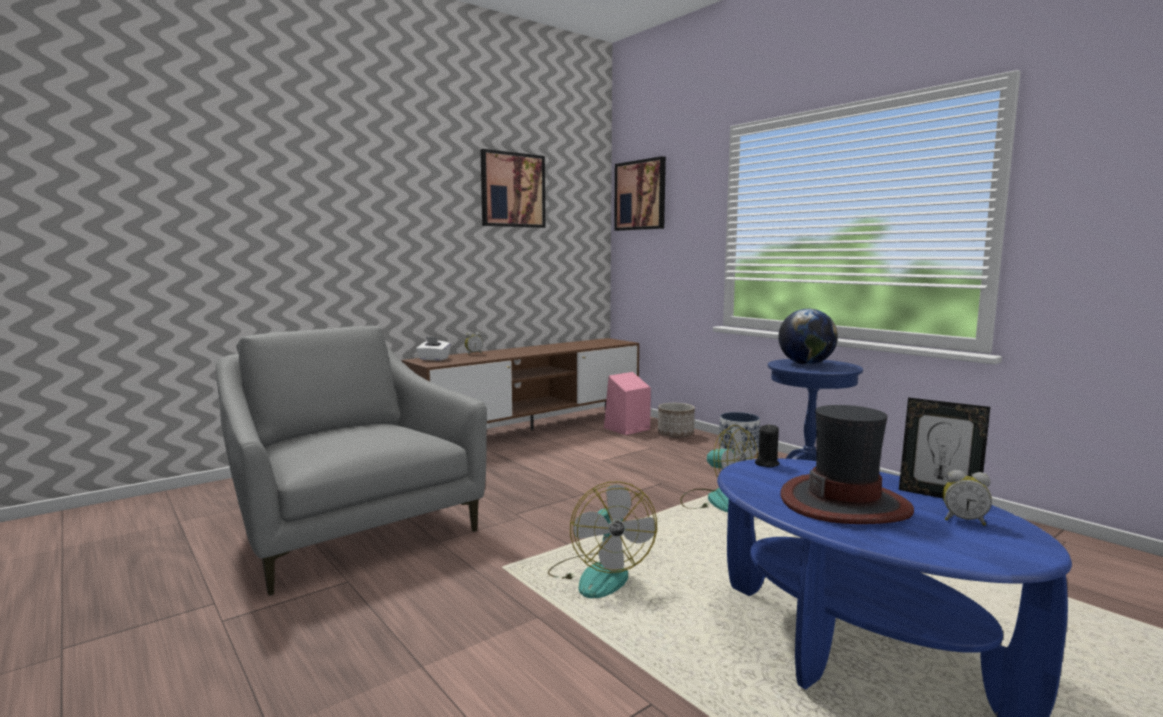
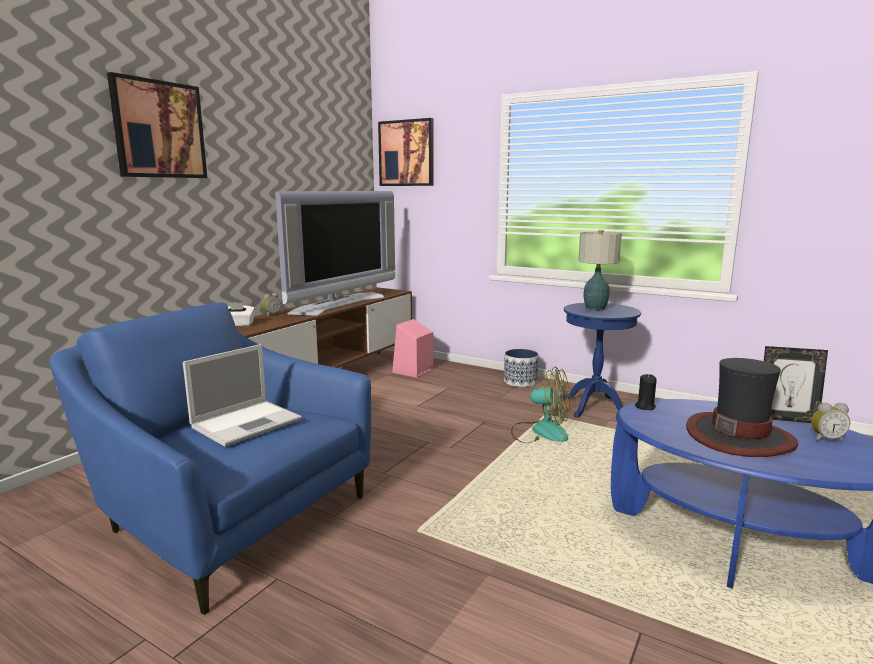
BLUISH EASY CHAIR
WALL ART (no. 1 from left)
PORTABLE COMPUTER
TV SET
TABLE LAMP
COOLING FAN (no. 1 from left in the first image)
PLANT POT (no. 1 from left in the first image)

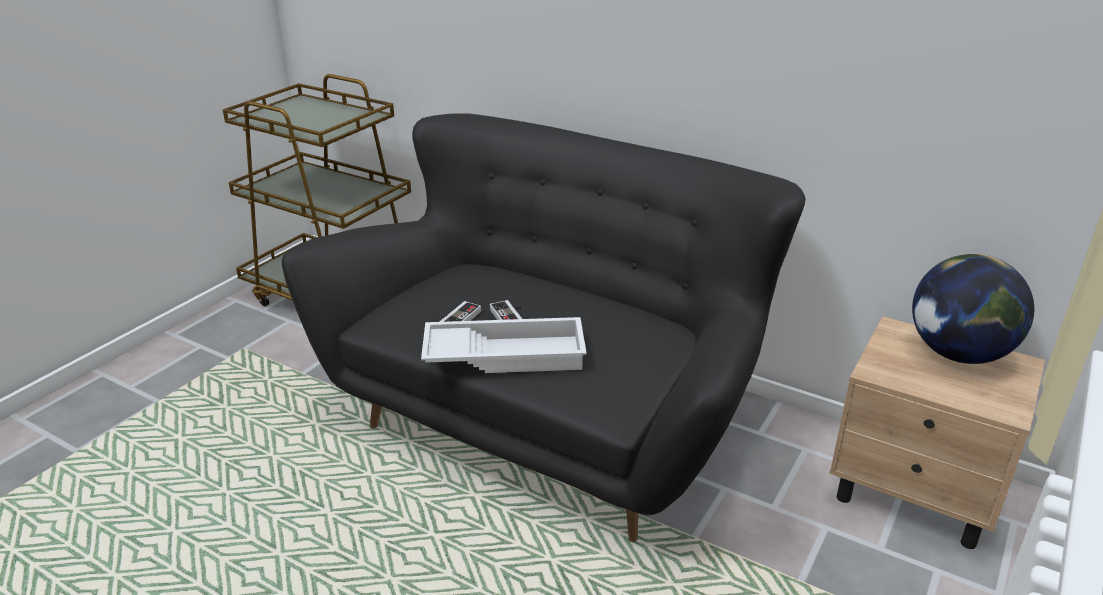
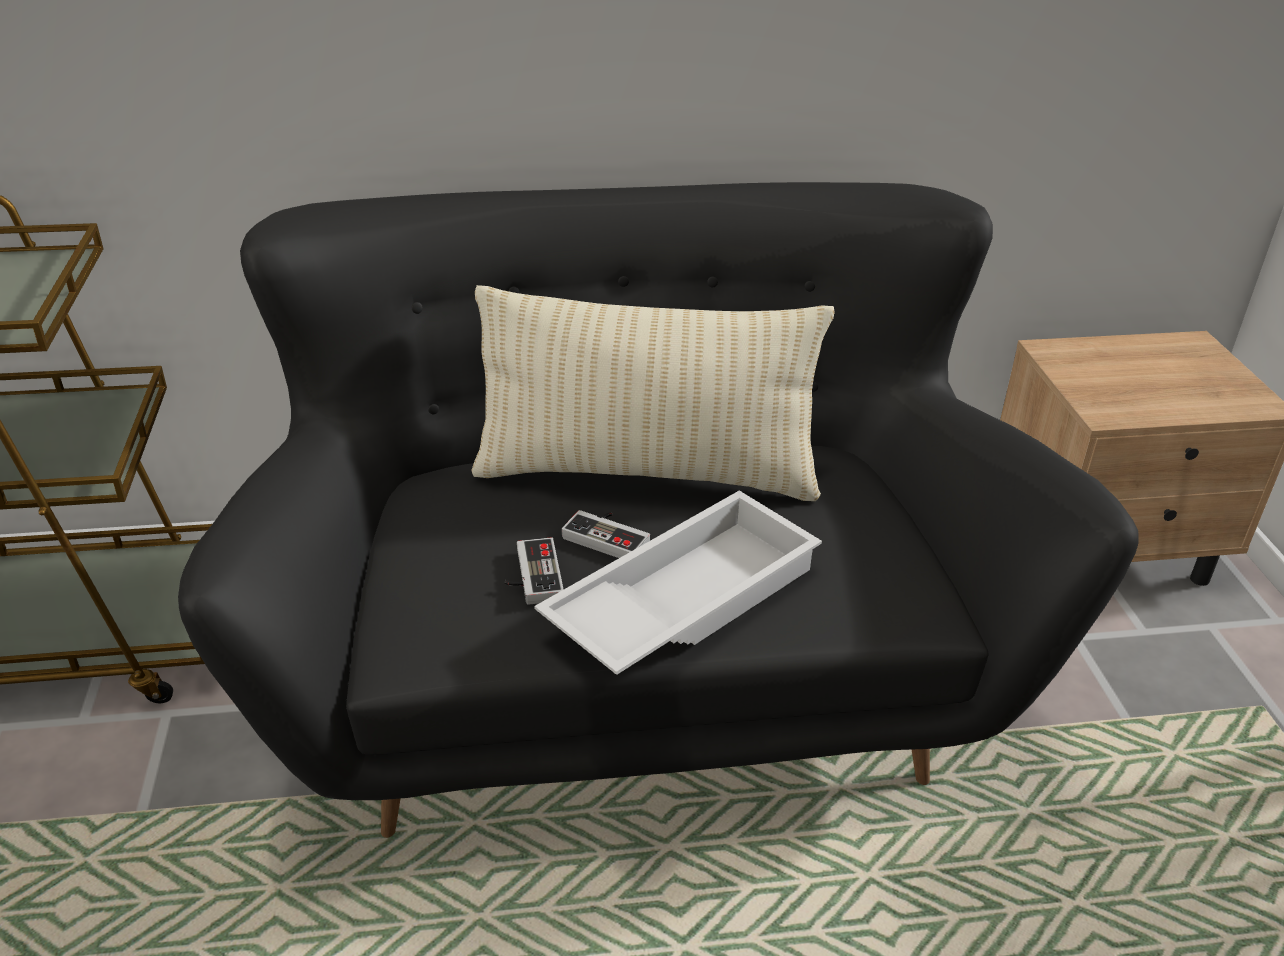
BEIGE PILLOW
WORLD GLOBE

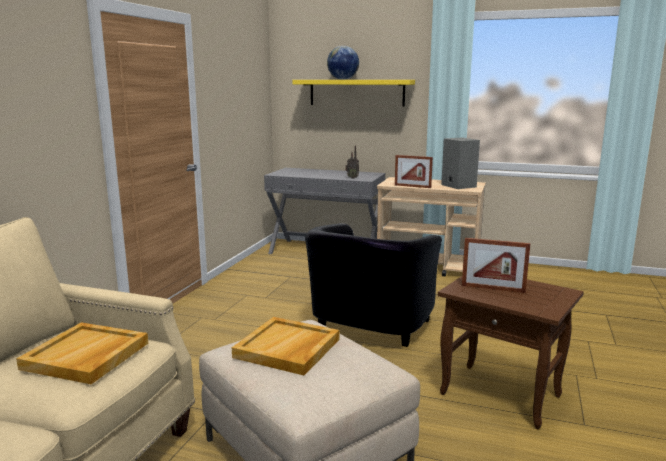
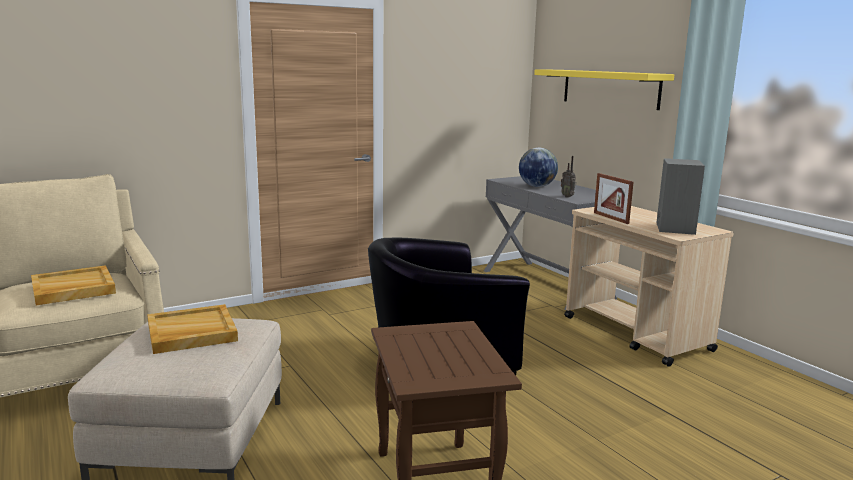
WORLD GLOBE
STANDING FRAME (no. 2 from left in the first image)

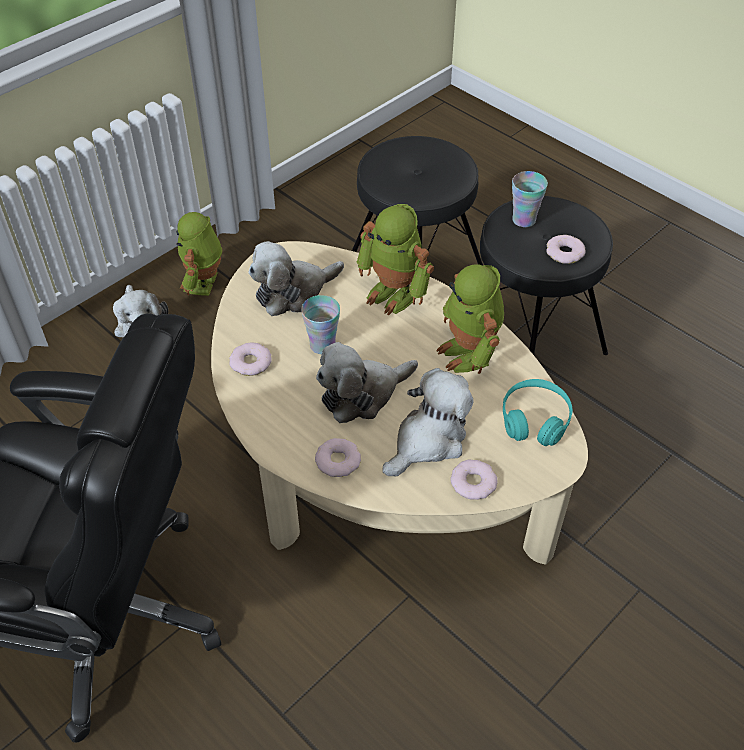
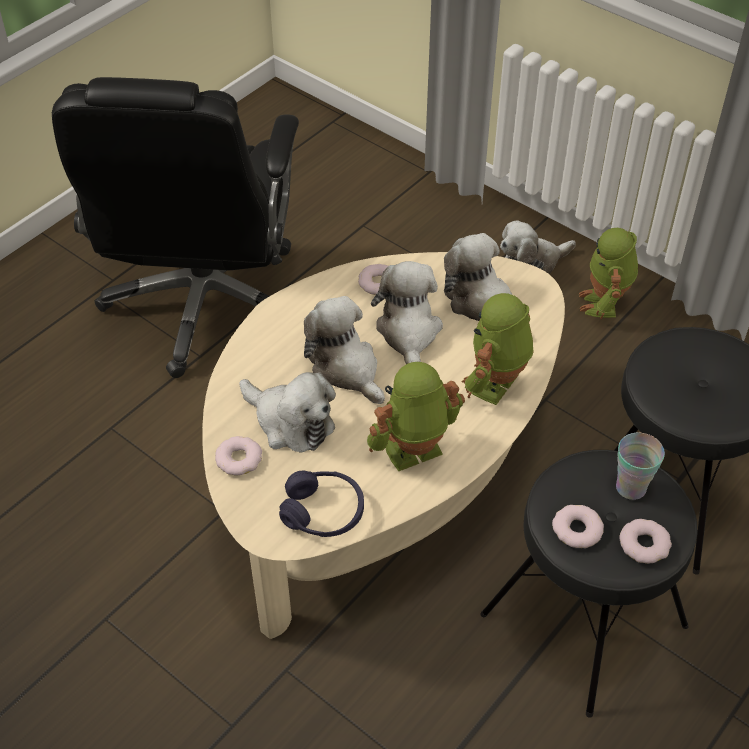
PURPLE-COLOURED HEADSET
PLUSH TOY (no. 3 from left)
ROBOT FIGURE (no. 3 from left)
RING DOUGHNUT (no. 4 from left)

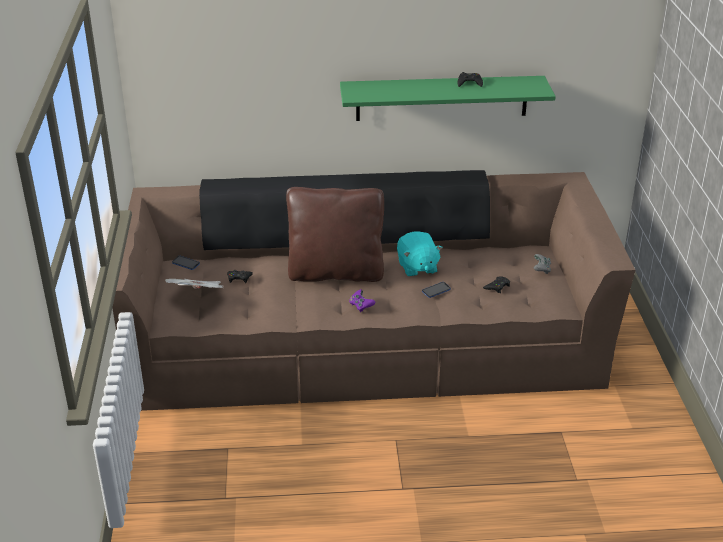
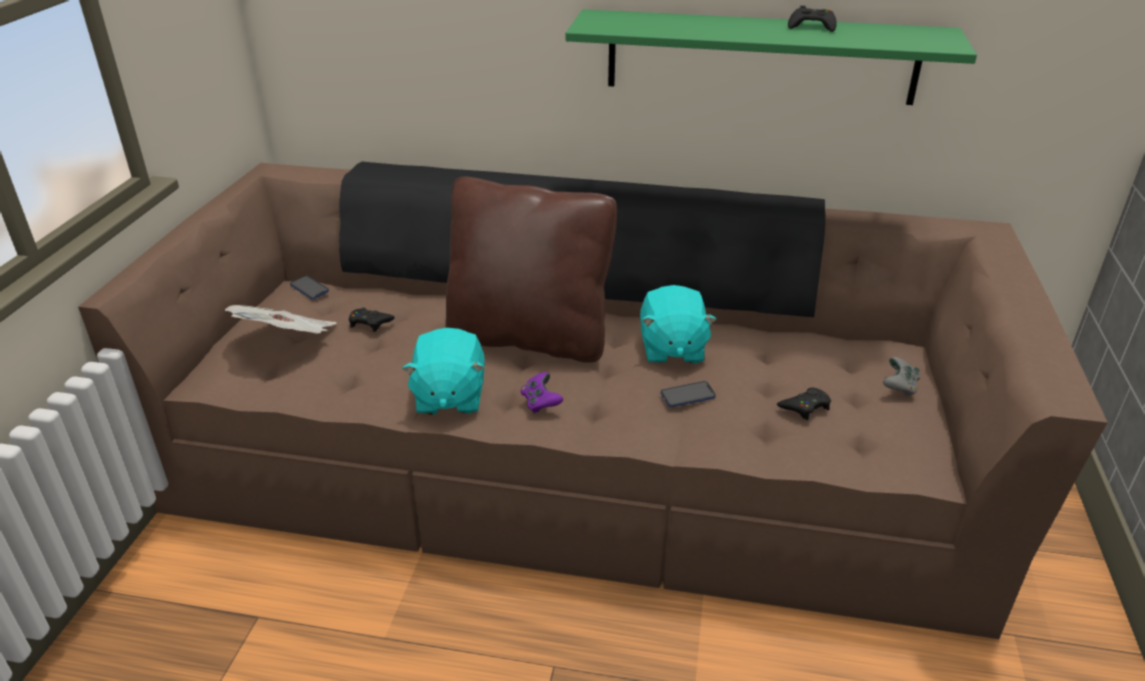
BLUE-GREEN PLUSH TOY (no. 1 from left)

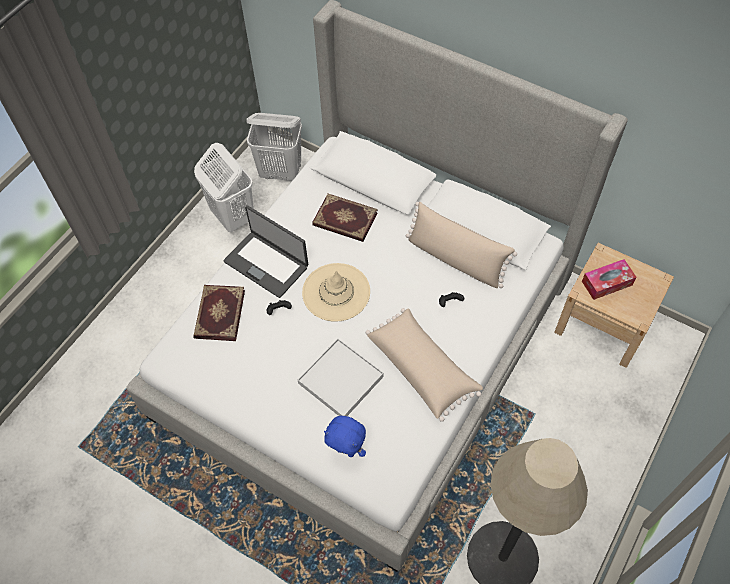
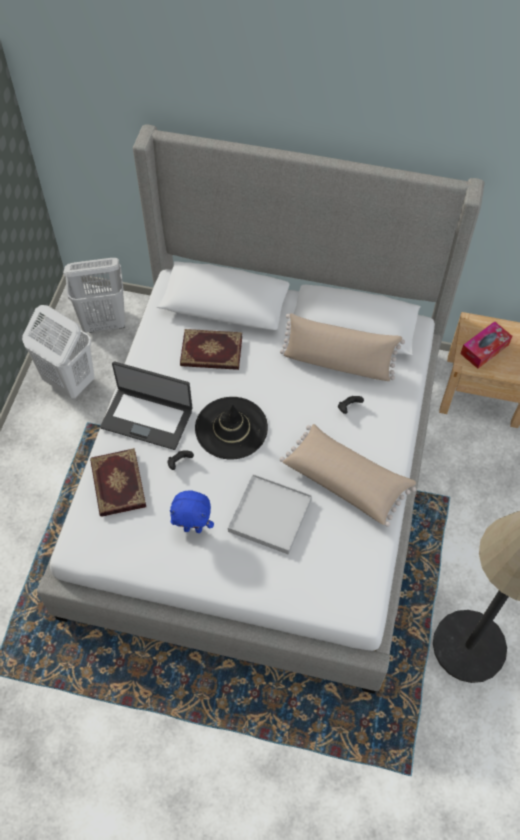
BLUISH PLUSH TOY
BLACKISH CLOTHING HAT

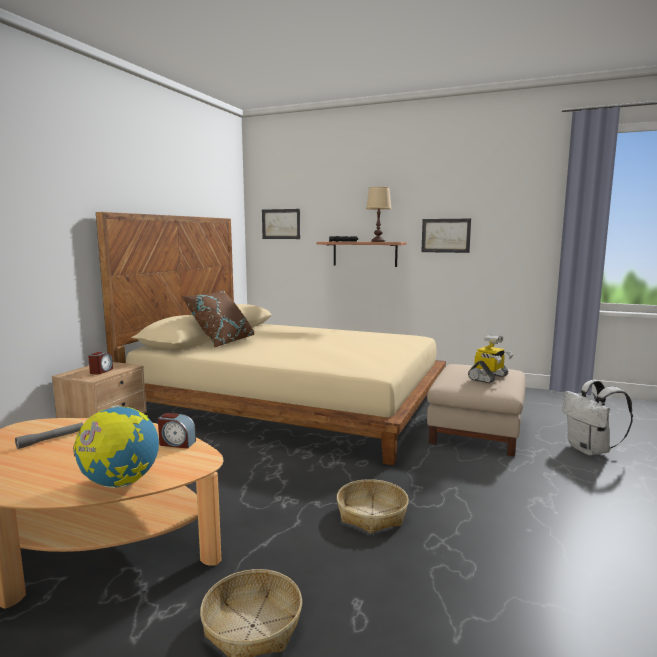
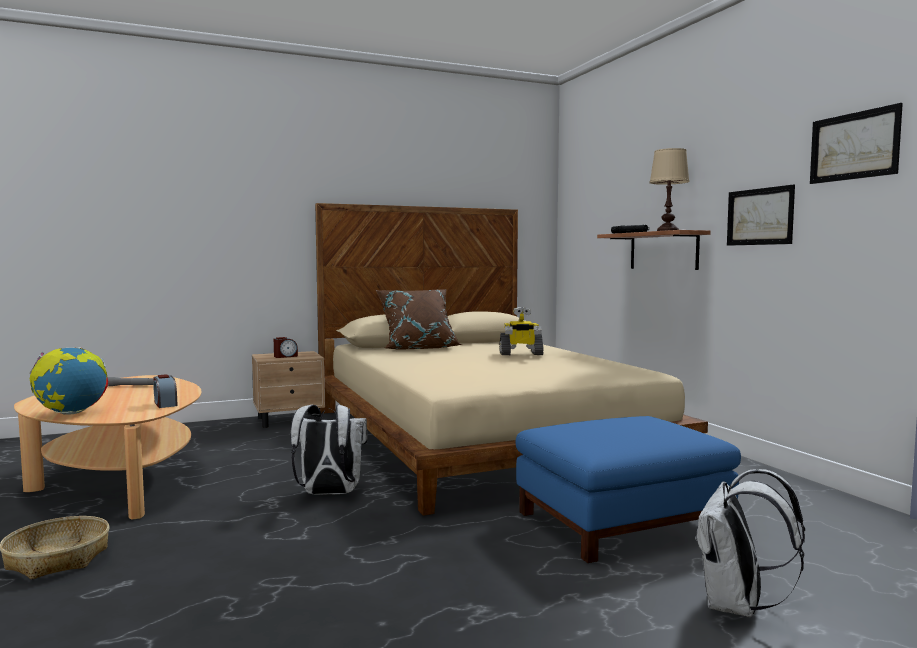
WHITE BACKPACK (no. 1 from left)
ROBOT FIGURE
BLUISH POUFFE
WALL ART (no. 2 from left)
STORAGE BASKET (no. 2 from left in the first image)

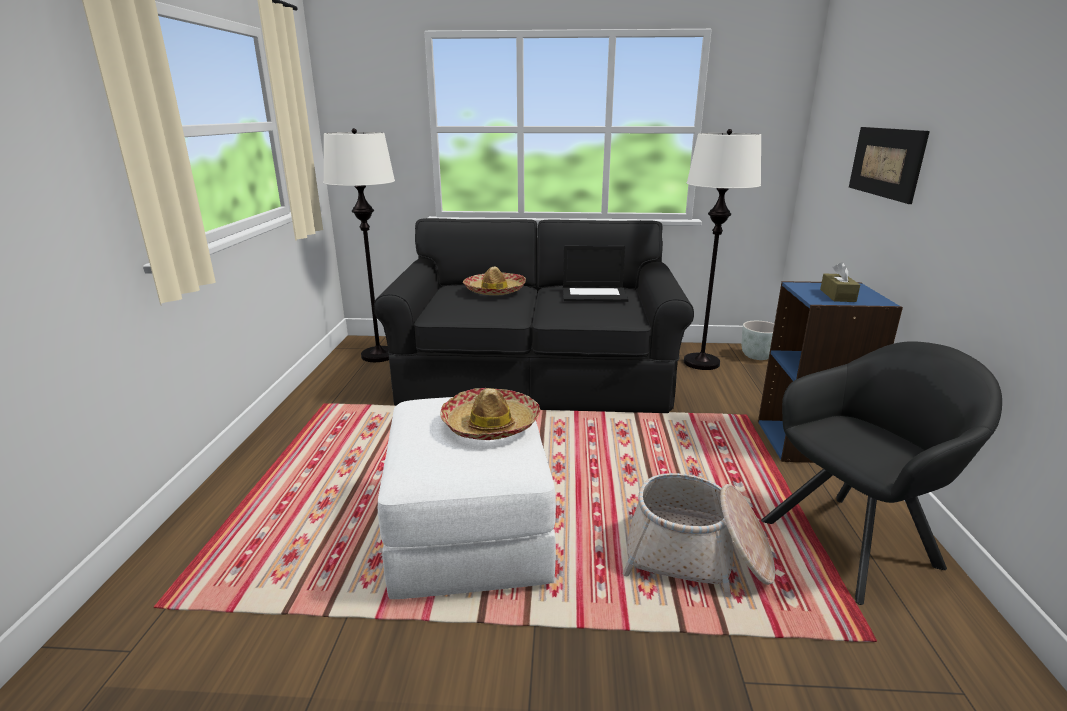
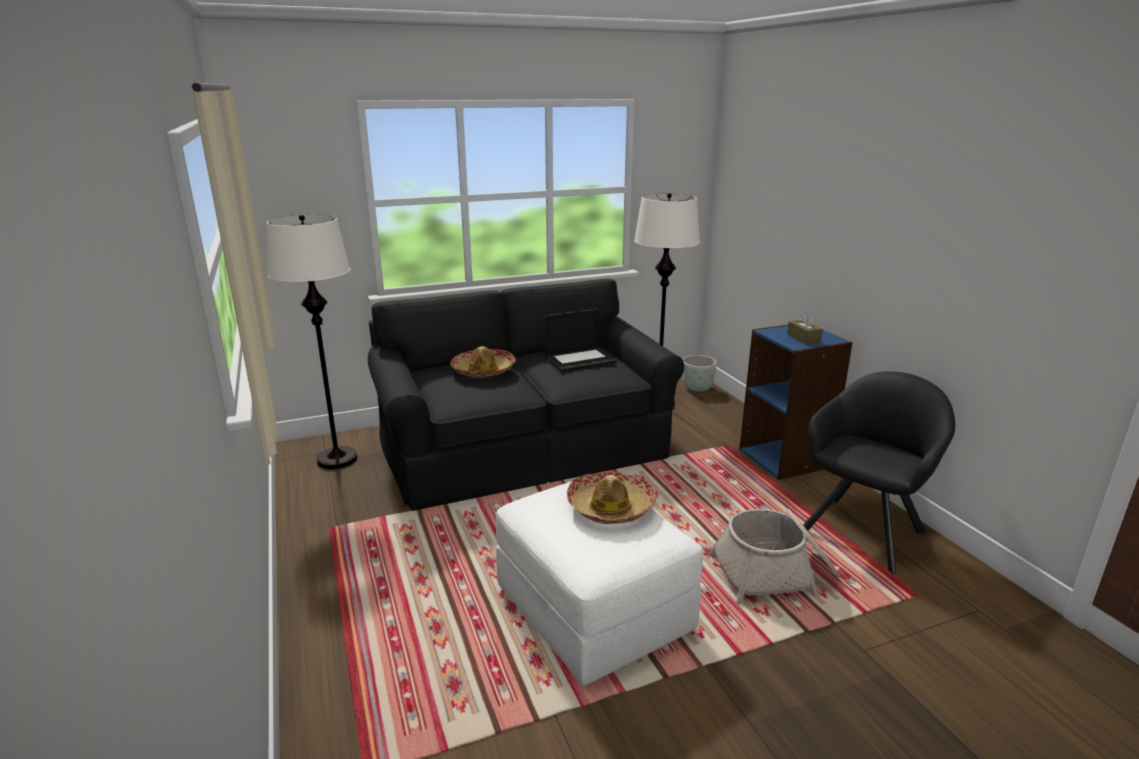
WALL ART

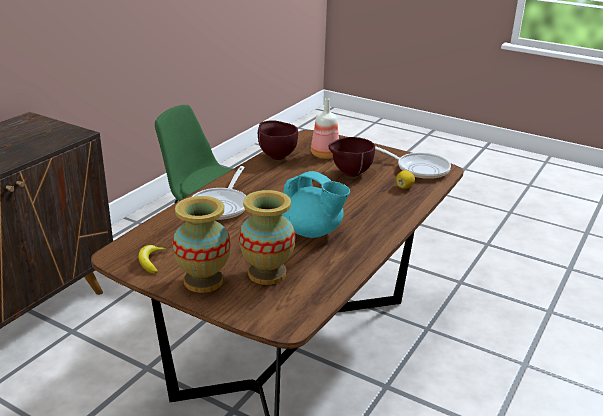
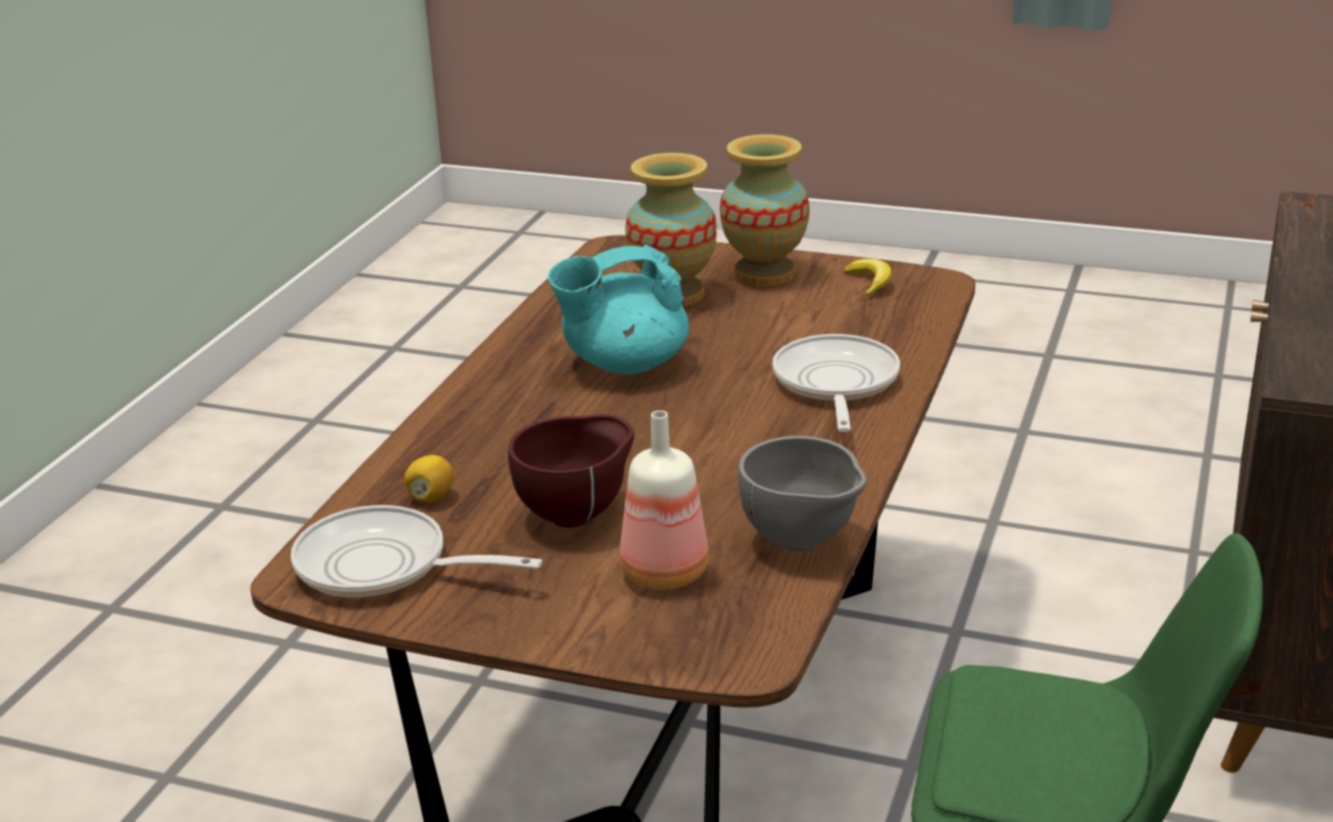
BLUE-GREEN TEAPOT
GREYISH DEEP DISH

